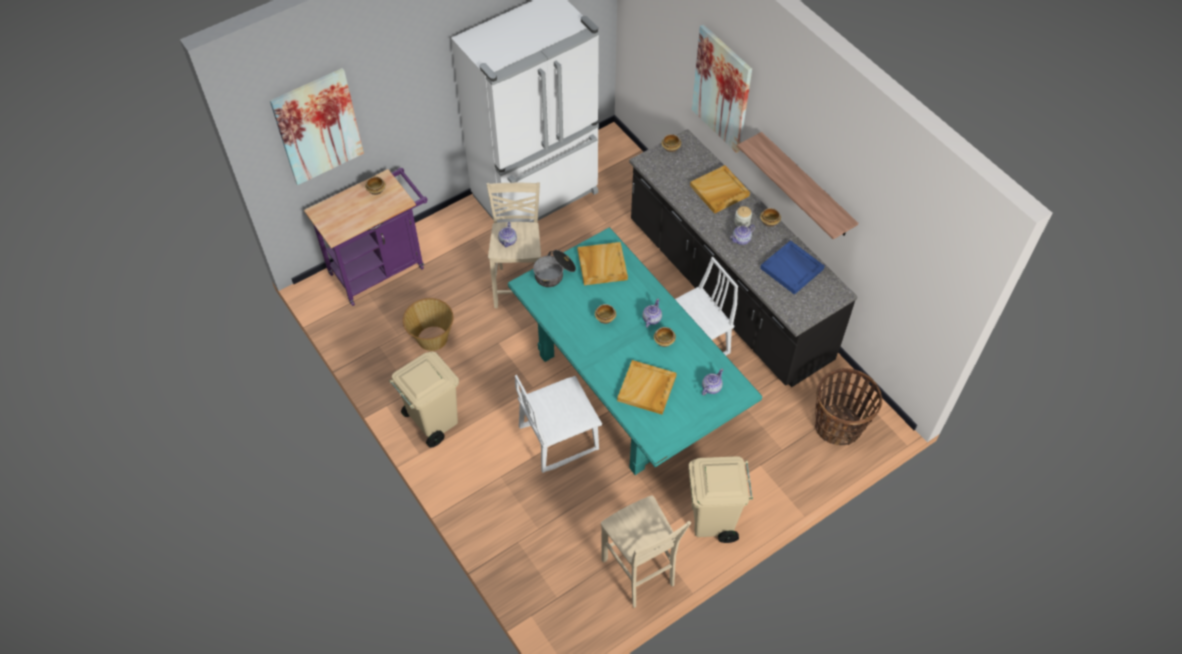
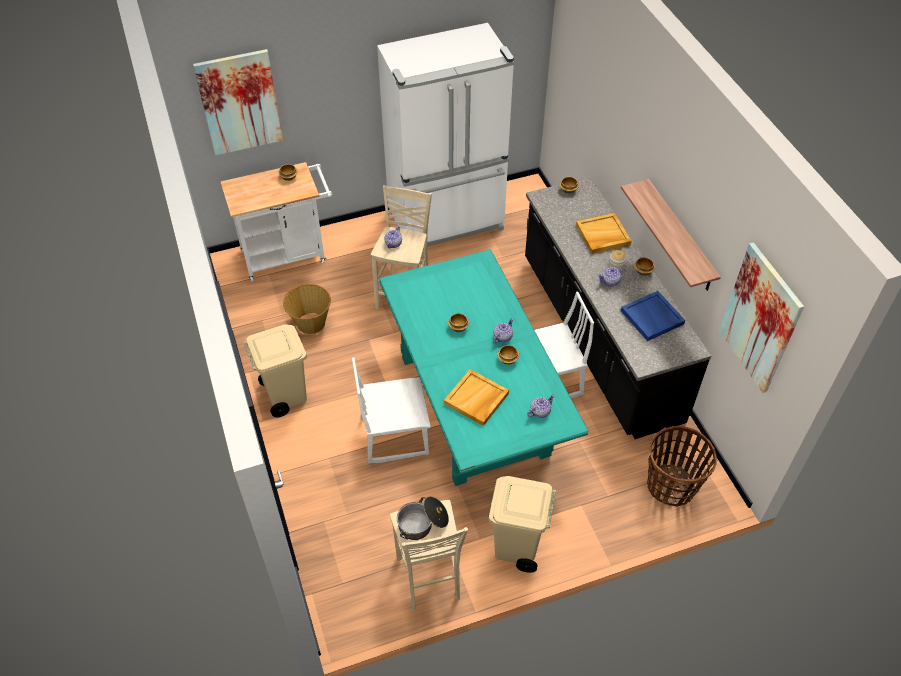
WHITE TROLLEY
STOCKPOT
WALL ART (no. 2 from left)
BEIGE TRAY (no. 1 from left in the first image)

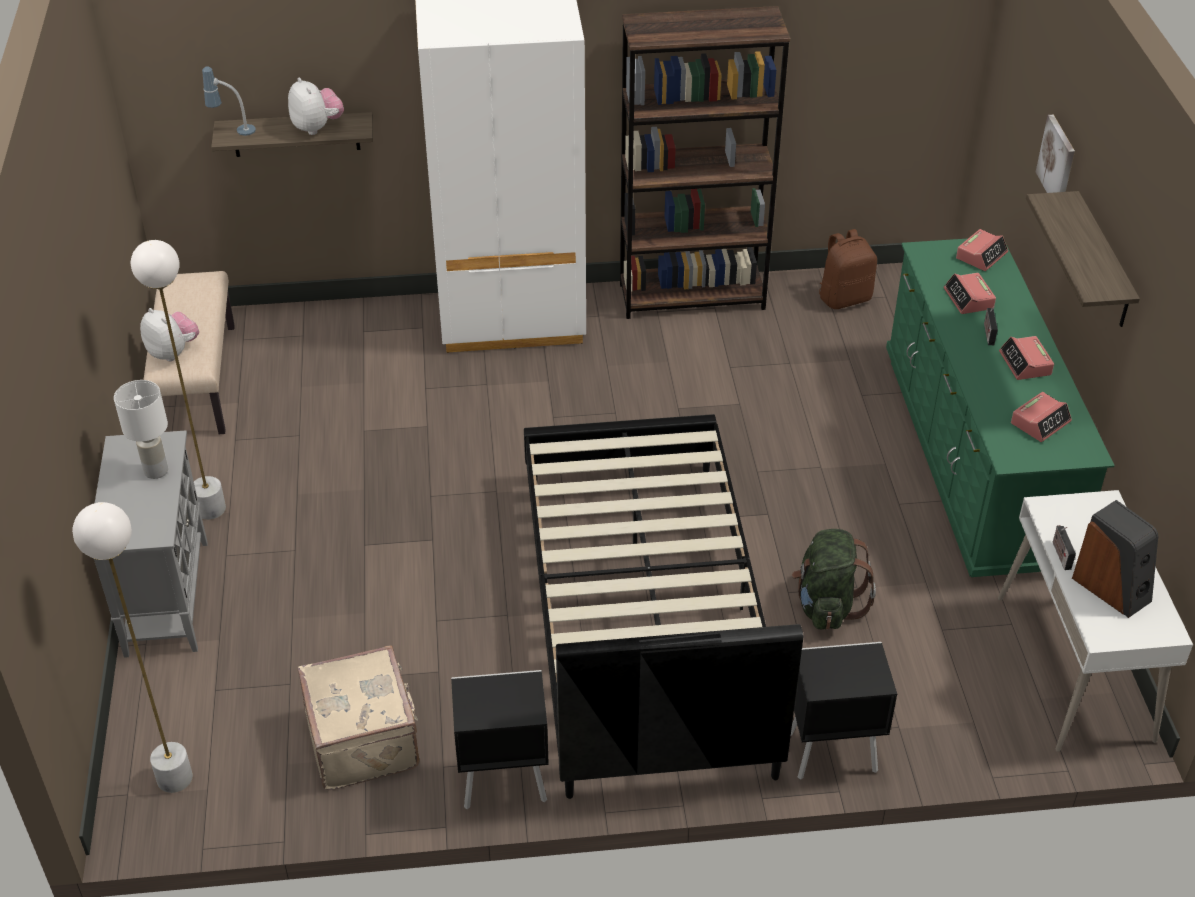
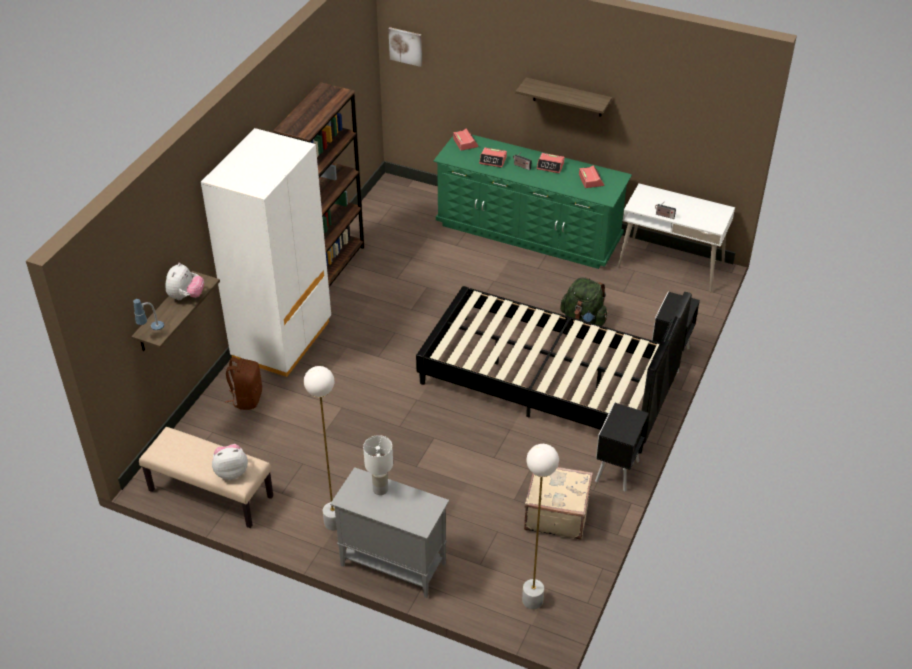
PLUSH TOY (no. 1 from left)
BROWN BACKPACK
WALL ART
AUDIO SPEAKER

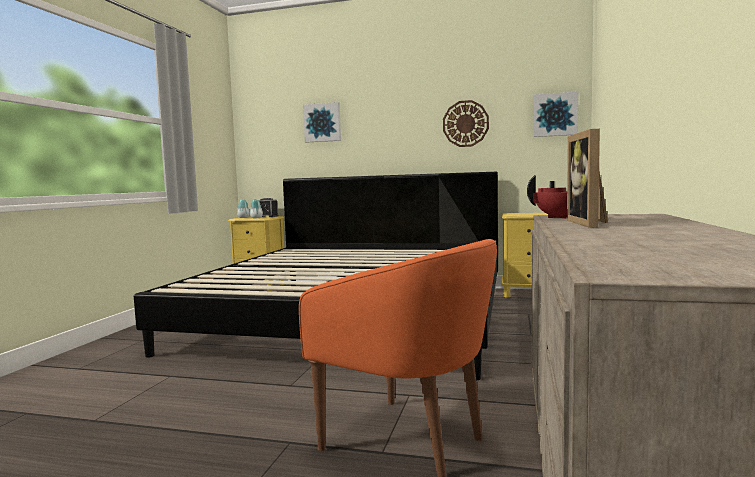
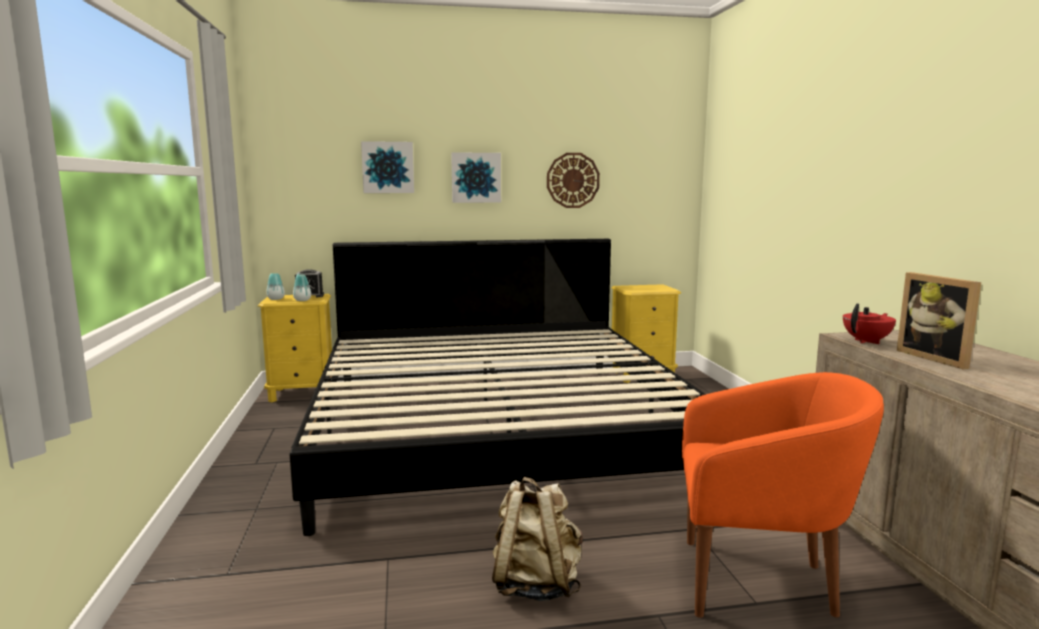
WALL ART (no. 2 from left)
BEIGE BACKPACK

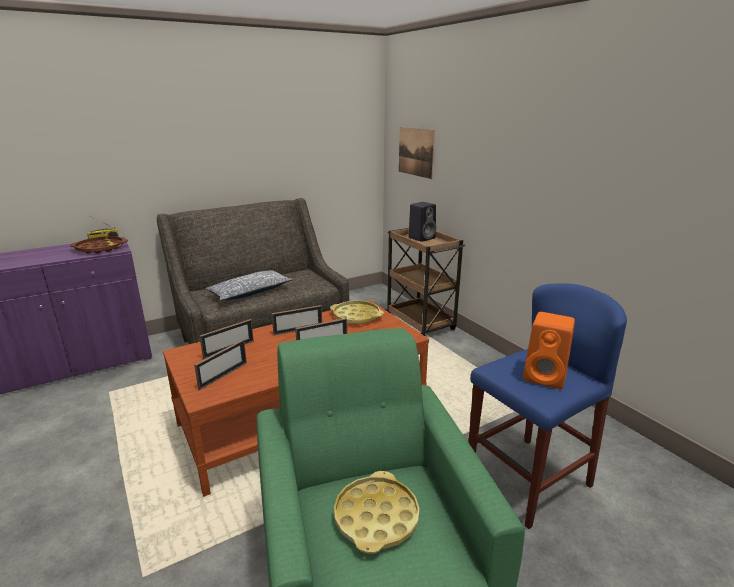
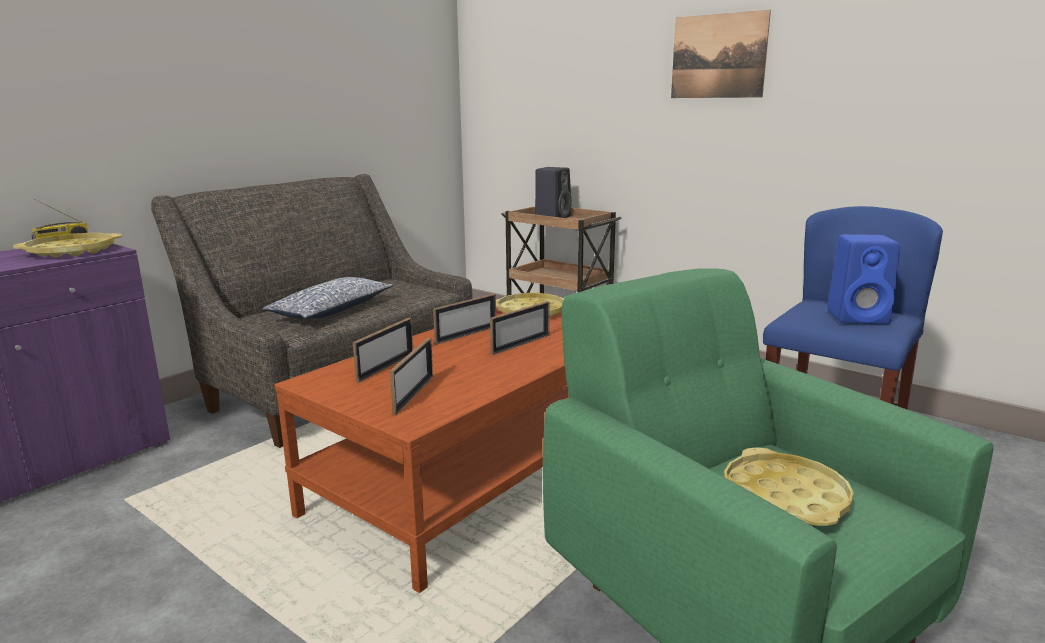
YELLOWISH TRAY (no. 1 from left)
WALL ART
BLUISH AUDIO SPEAKER

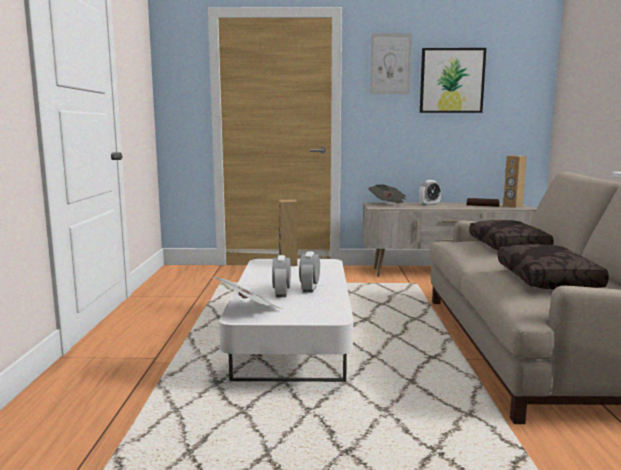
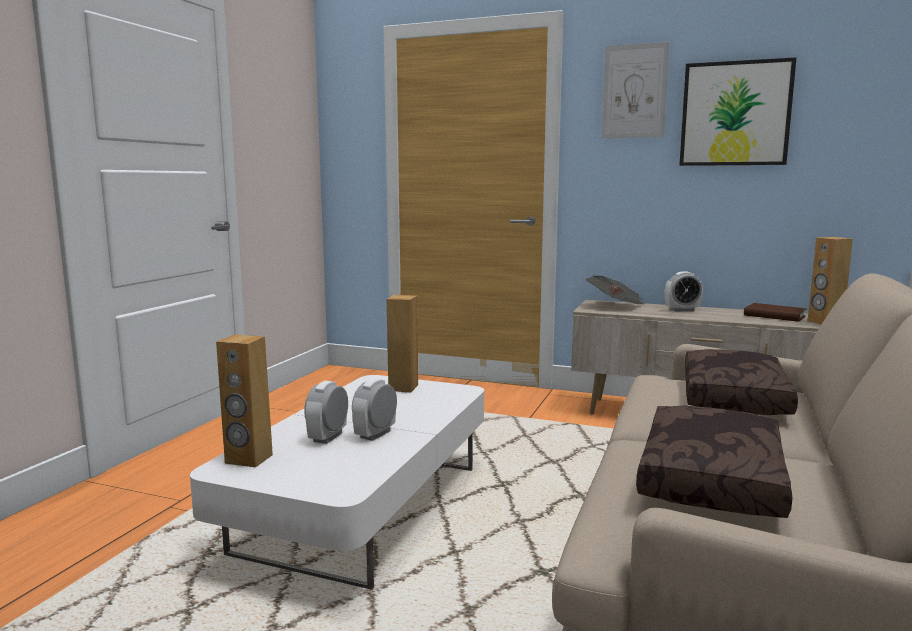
BROWN AUDIO SPEAKER (no. 1 from left)

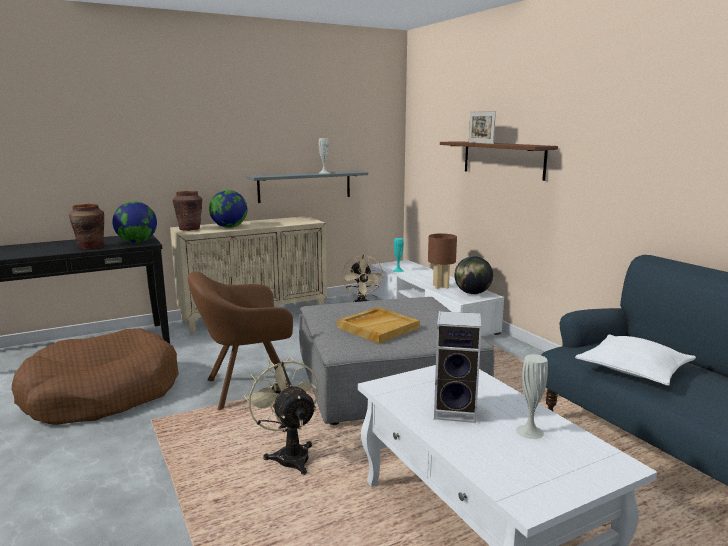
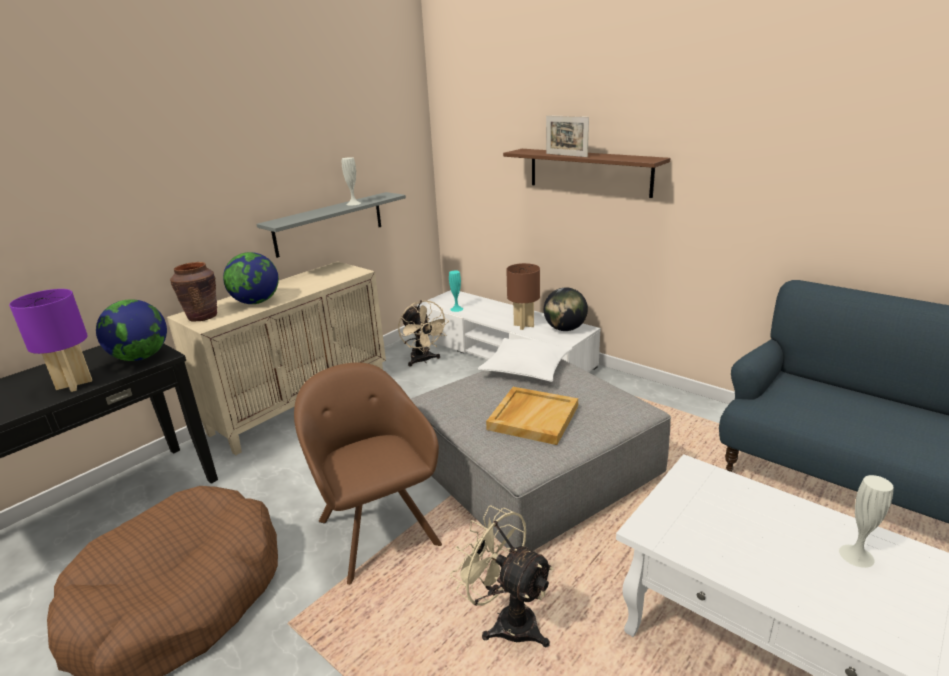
PURPLE-COLOURED TABLE LAMP
BROWN EASY CHAIR
WHITE PILLOW
AUDIO SPEAKER

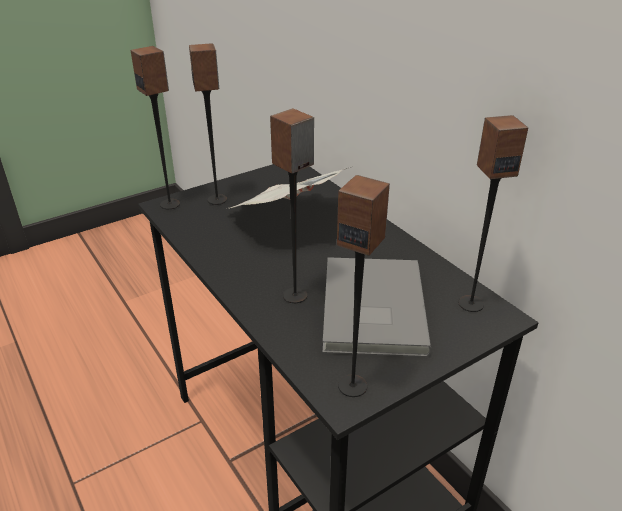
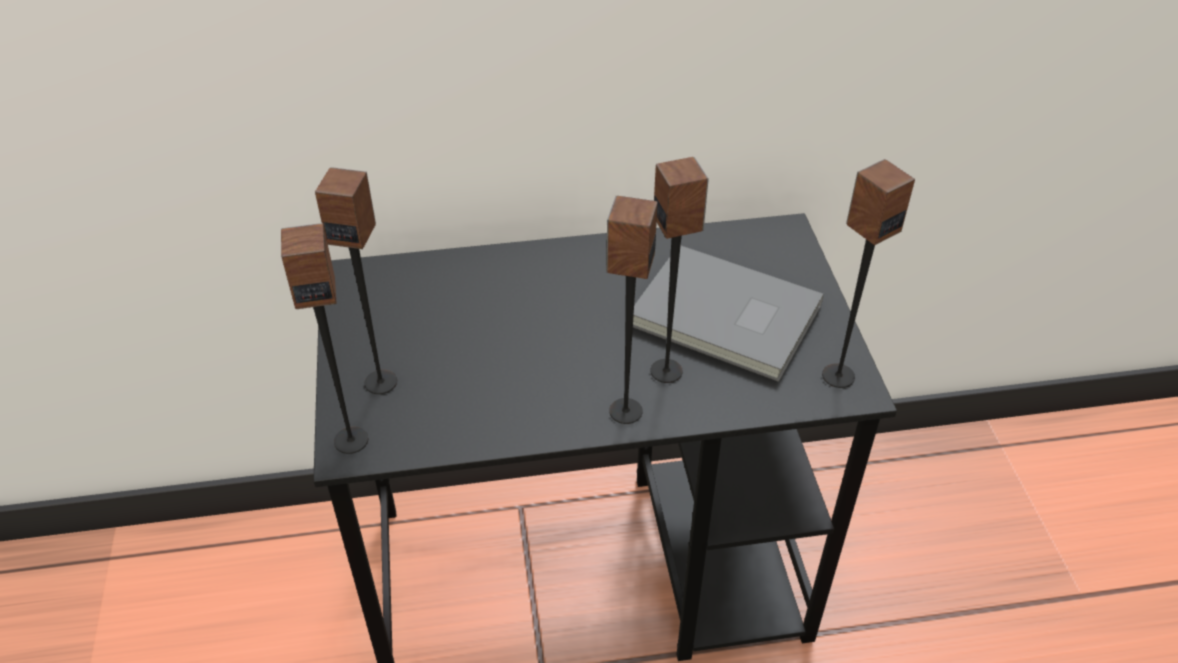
AUDIO SPEAKER (no. 3 from left)
DAILY PAPER

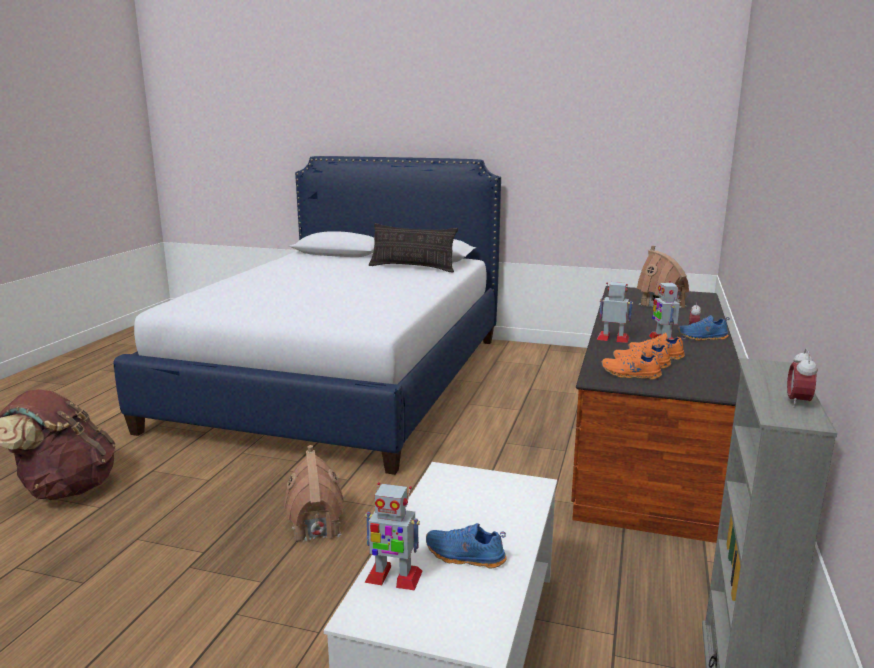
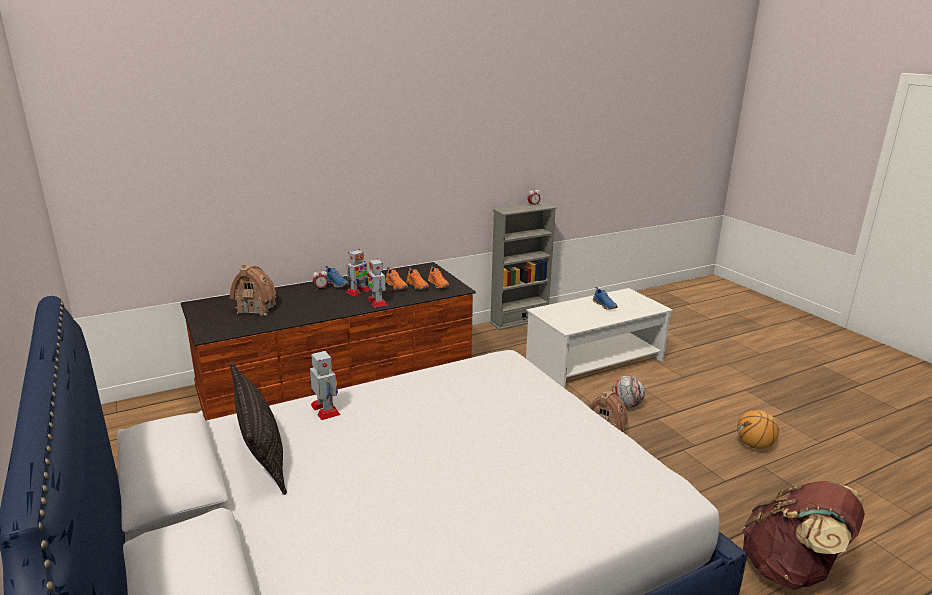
ROBOT FIGURE (no. 1 from left)
BALL FOR FOOTBALL
BASKETBALL BALL

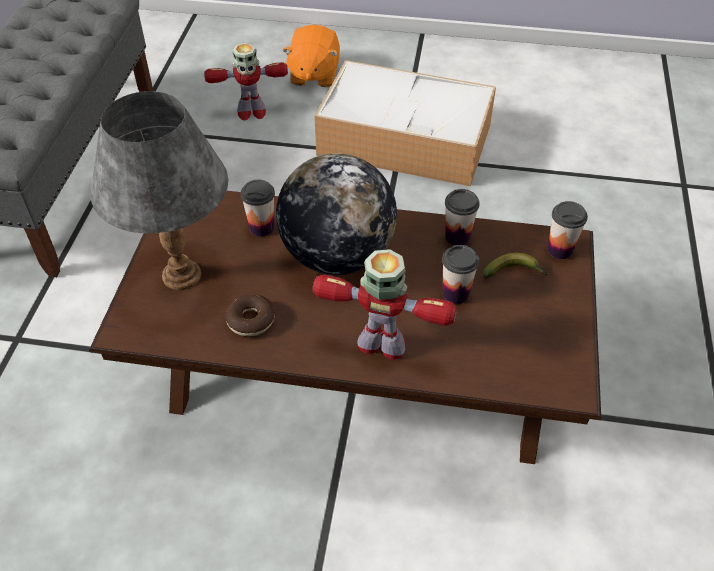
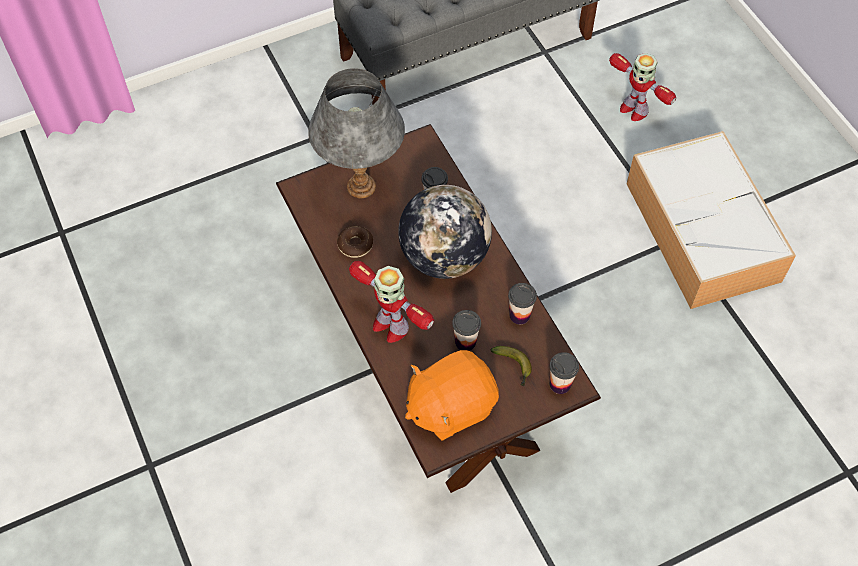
ROBOT FIGURE (no. 1 from left)
ORANGE PLUSH TOY

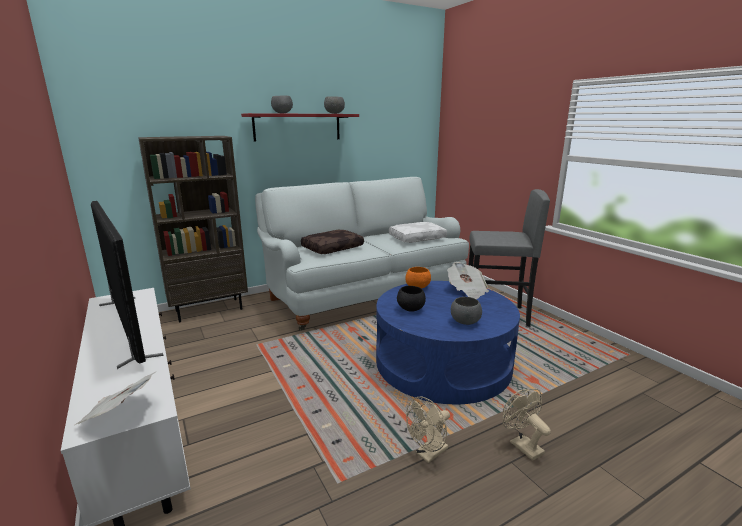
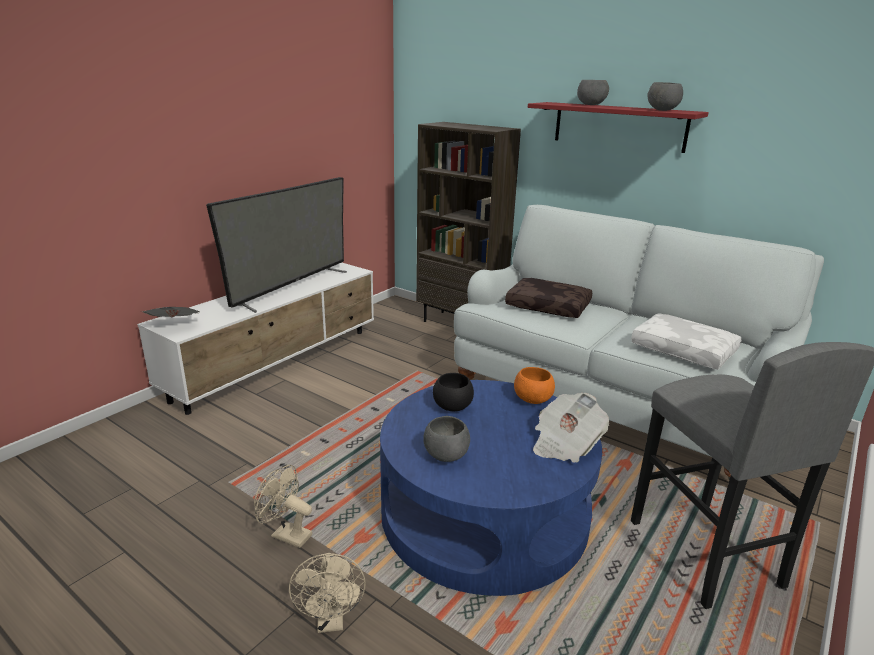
BEIGE COOLING FAN (no. 2 from left)

